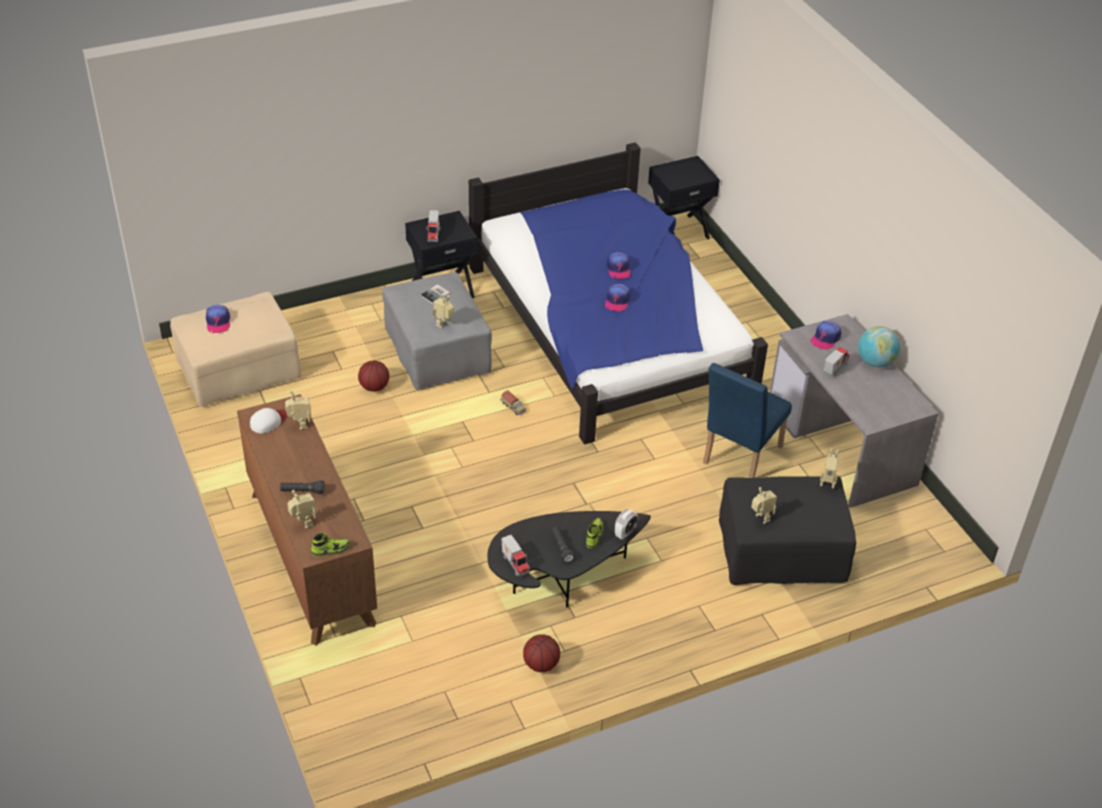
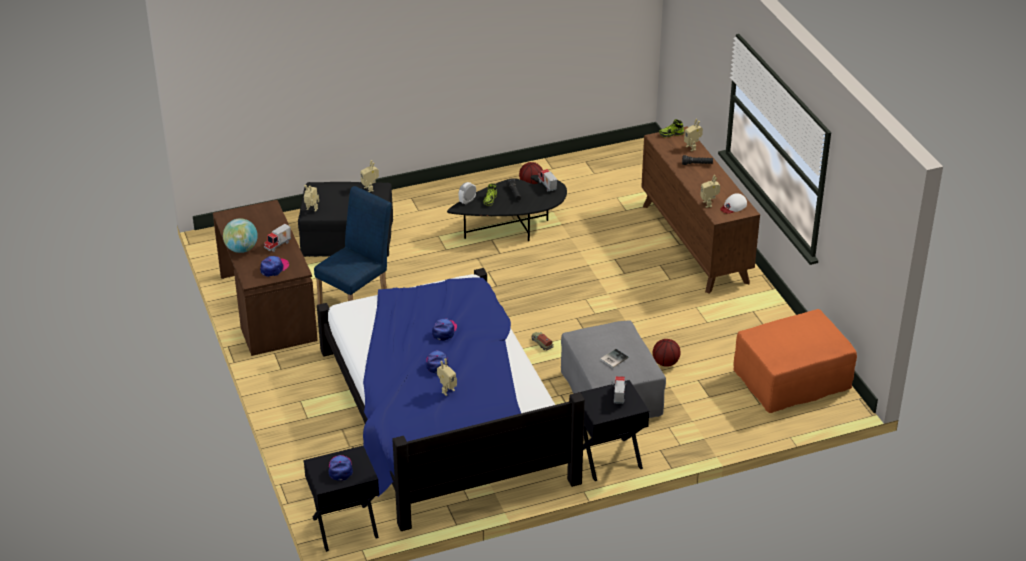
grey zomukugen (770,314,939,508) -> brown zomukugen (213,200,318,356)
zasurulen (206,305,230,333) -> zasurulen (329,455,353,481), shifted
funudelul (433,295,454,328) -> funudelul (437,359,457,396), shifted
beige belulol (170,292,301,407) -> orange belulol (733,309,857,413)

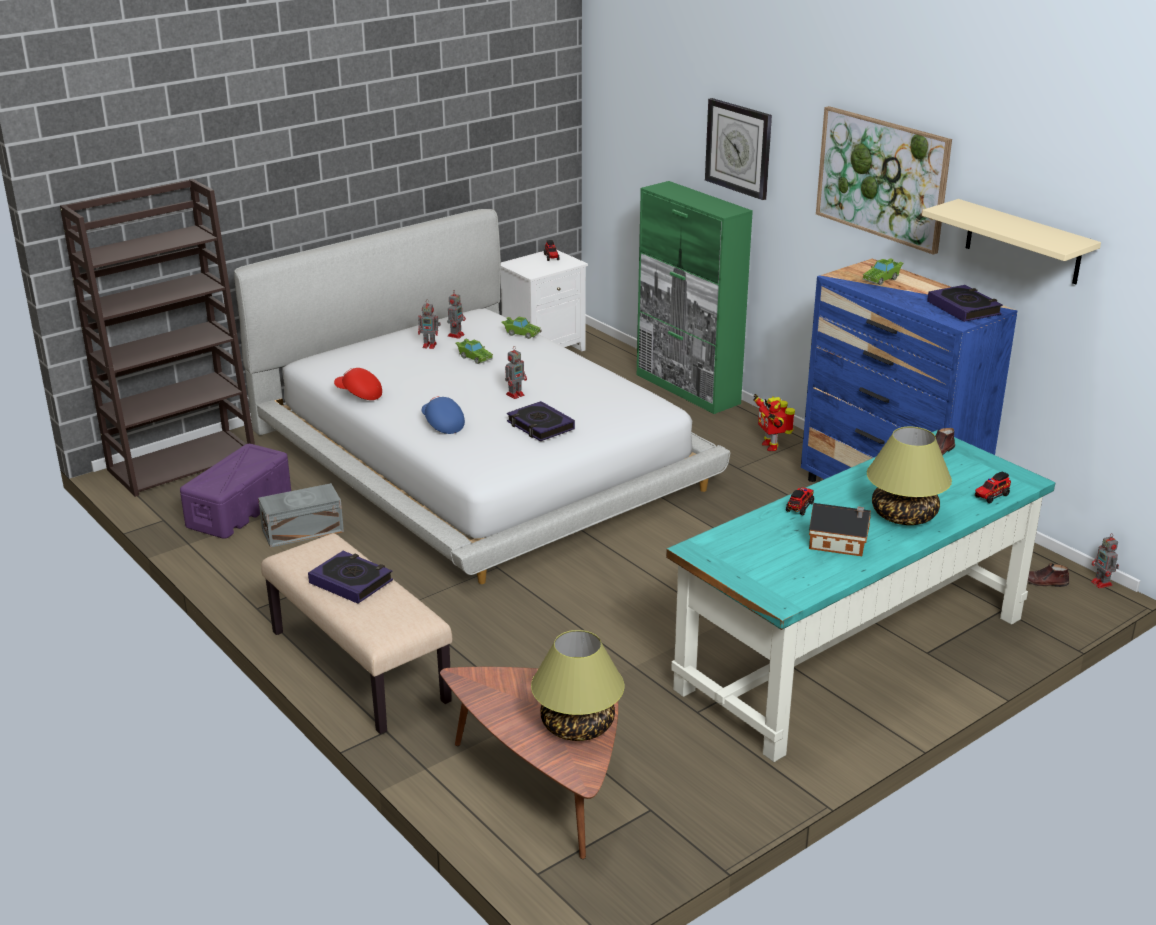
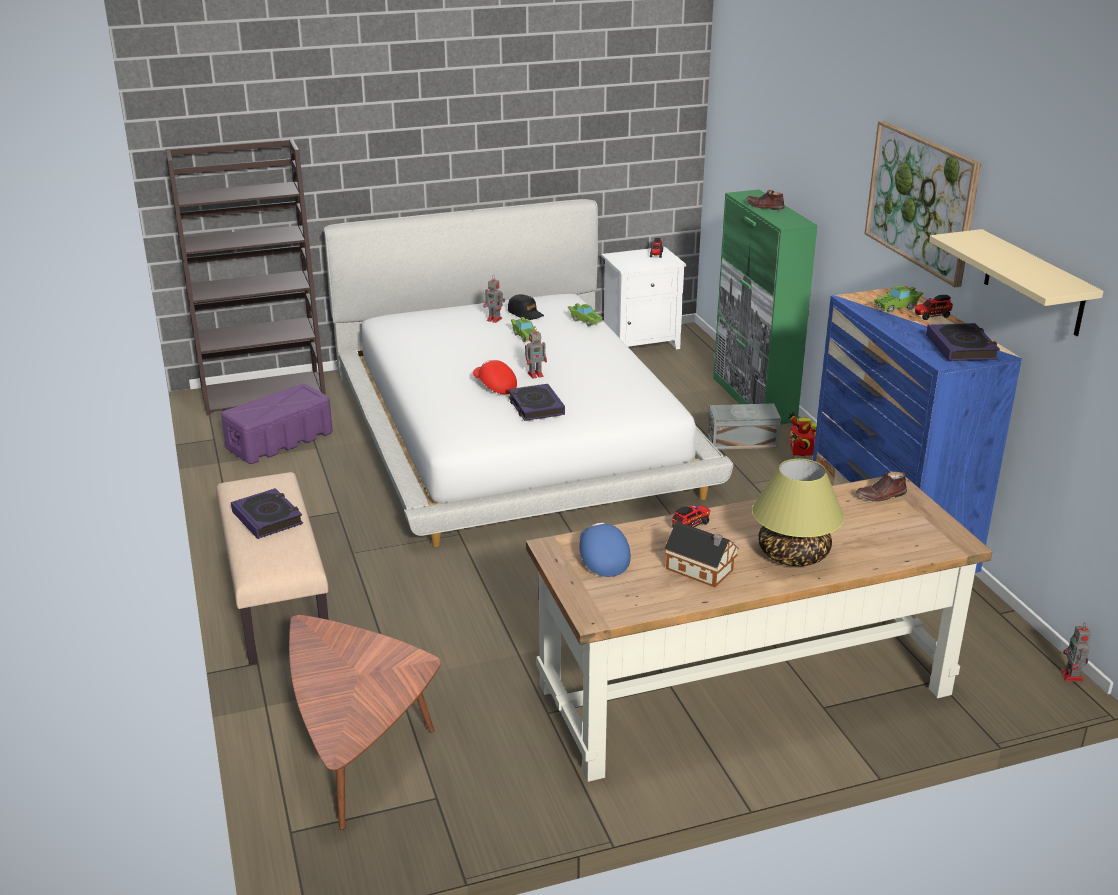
red zasurulen (334,368,382,400) -> red zasurulen (473,360,517,394), shifted
funudelul (447,291,466,339) -> black zasurulen (508,294,544,320)
turquoise zomukugen (666,430,1056,762) -> brown zomukugen (526,476,993,782)
blue zasurulen (422,396,465,434) -> blue zasurulen (579,523,631,577), shifted
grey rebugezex (258,483,344,548) -> grey rebugezex (707,403,781,450), shifted
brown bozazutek (1028,563,1069,587) -> brown bozazutek (746,190,784,210), shifted
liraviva (975,472,1011,504) -> liraviva (914,295,953,320), shifted
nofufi (531,630,624,741) -> none
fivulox (705,98,772,200) -> none

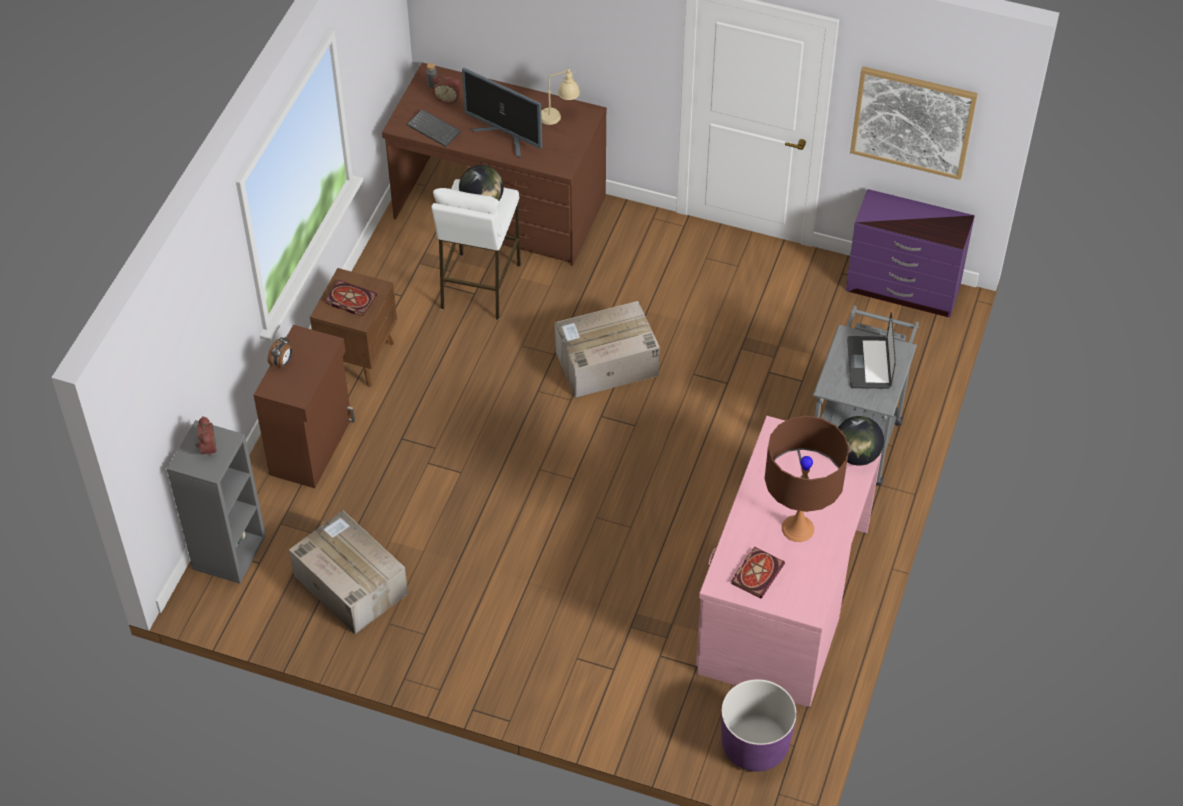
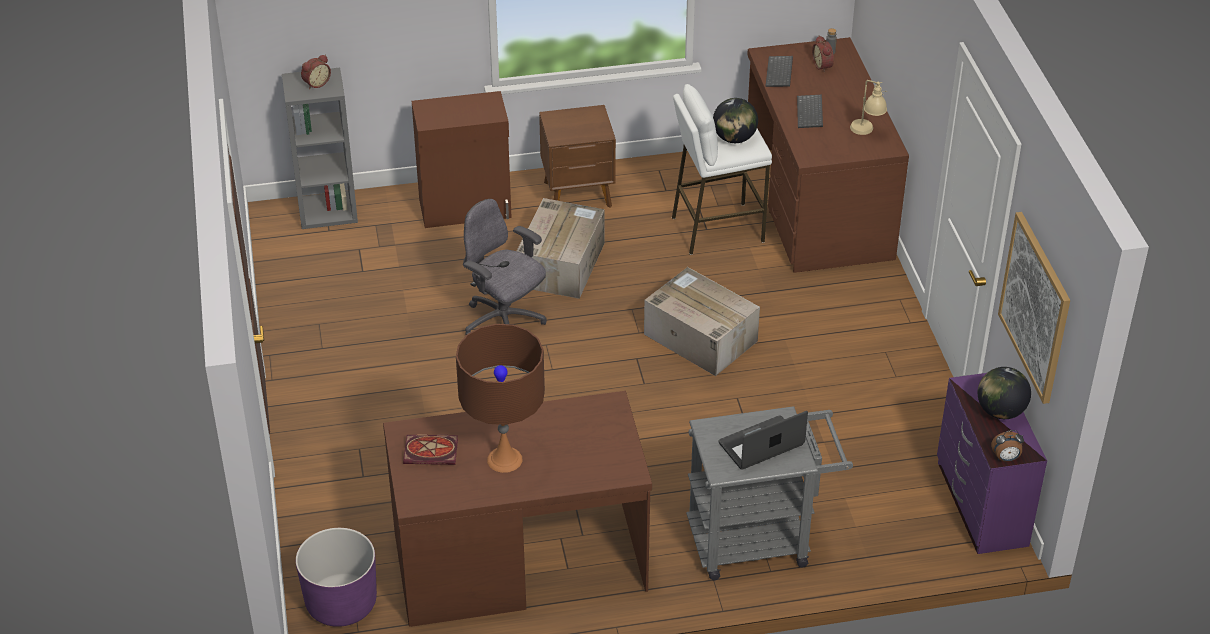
pink zomukugen (696,416,882,707) -> brown zomukugen (383,391,652,627)
none -> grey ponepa (463,199,547,335)
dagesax (289,510,408,634) -> dagesax (517,198,605,299), shifted
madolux (462,68,542,158) -> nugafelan (797,95,823,128)
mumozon (838,416,884,466) -> mumozon (978,367,1031,419), shifted
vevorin (268,337,292,368) -> vevorin (991,430,1024,462), shifted
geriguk (325,280,377,316) -> none

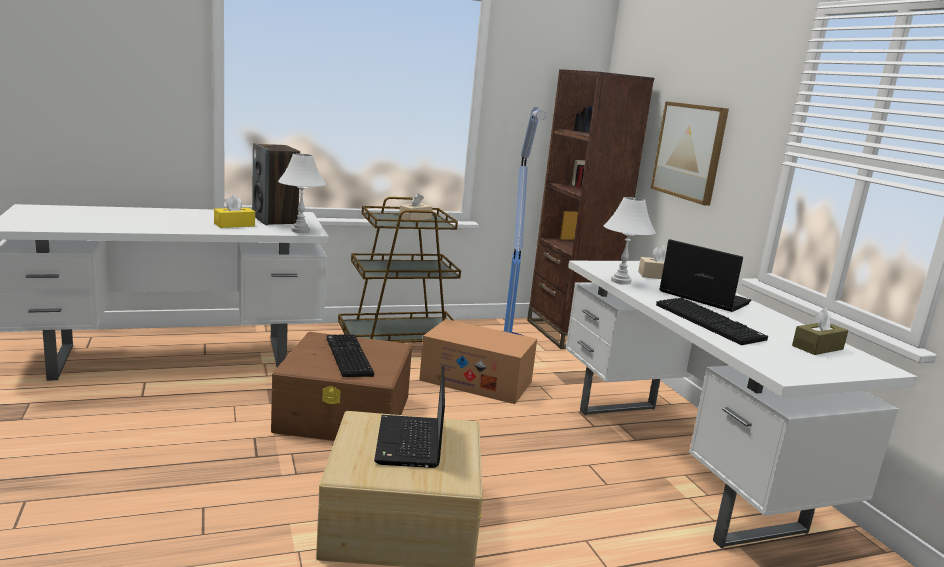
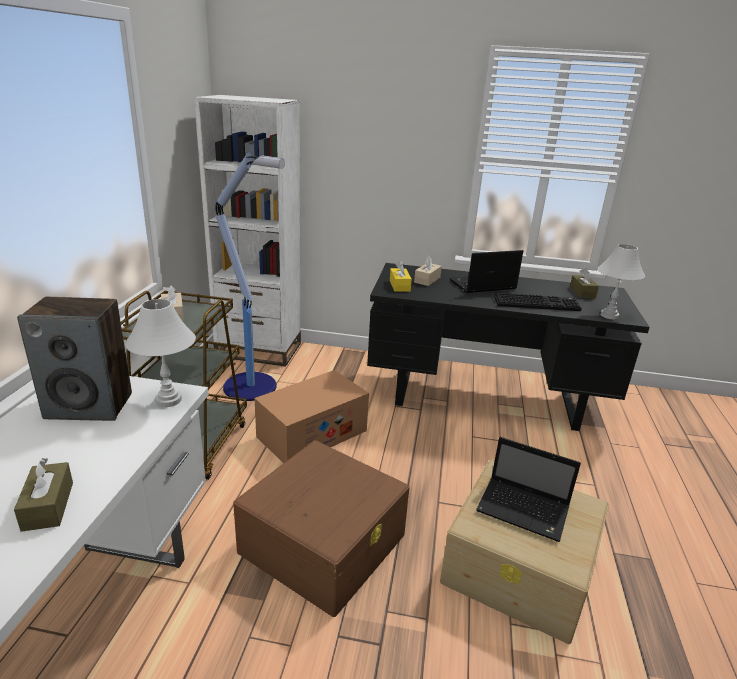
none -> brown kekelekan (14,458,73,532)
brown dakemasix (527,69,654,349) -> white dakemasix (194,95,301,366)
white zomukugen (565,261,917,548) -> black zomukugen (367,263,650,431)
yellow kekelekan (214,195,255,228) -> yellow kekelekan (390,261,412,292), shifted
white nofufi (604,197,656,285) -> white nofufi (597,244,645,319), shifted
nugafelan (327,334,374,377) -> none
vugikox (651,101,729,206) -> none

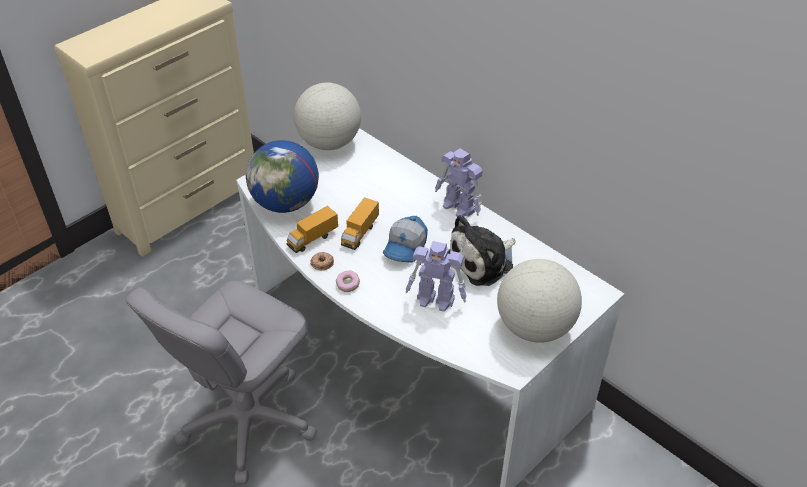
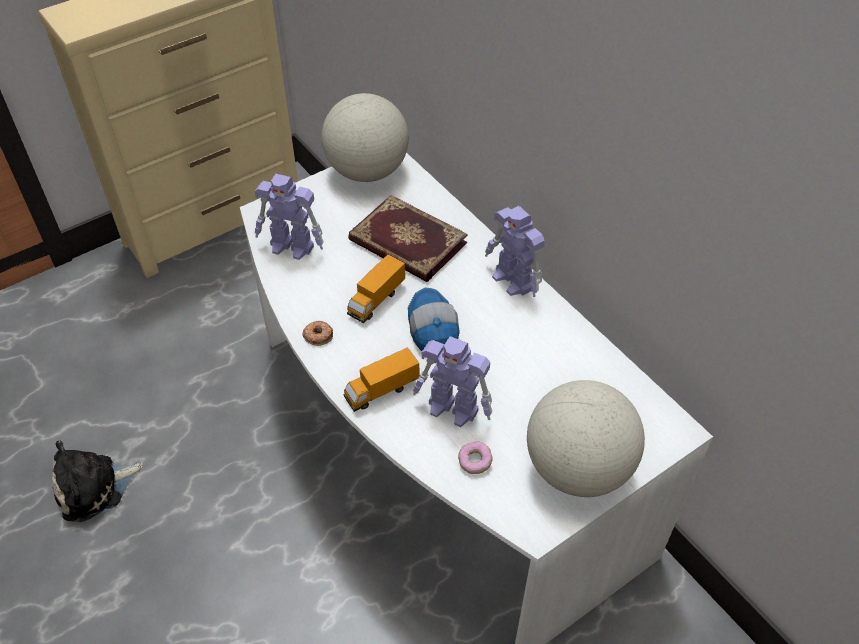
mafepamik (448,215,516,286) -> mafepamik (52,440,143,522), shifted
mumozon (246,140,319,213) -> funudelul (254,174,324,260)
liraviva (287,206,338,253) -> liraviva (343,347,419,412), shifted
none -> geriguk (348,195,468,282)
zasurulen (383,216,428,263) -> zasurulen (408,287,460,351), 135 degrees clockwise
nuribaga (336,270,360,292) -> nuribaga (458,441,493,474), shifted
grey ponepa (126,280,317,484) -> none

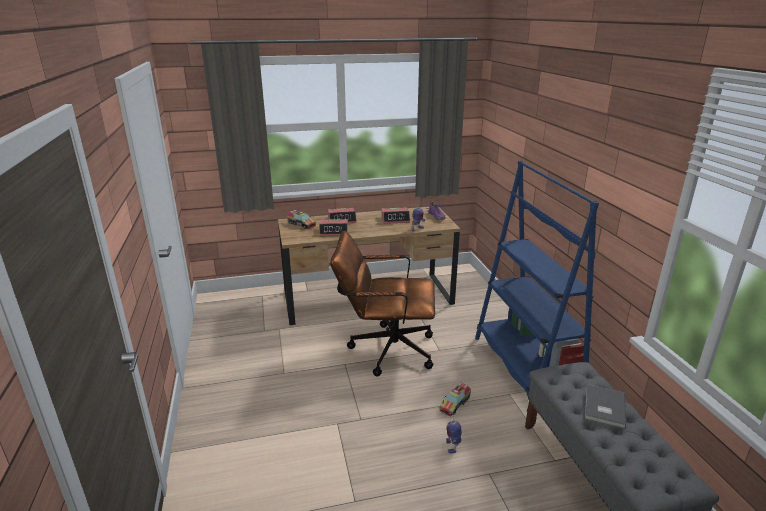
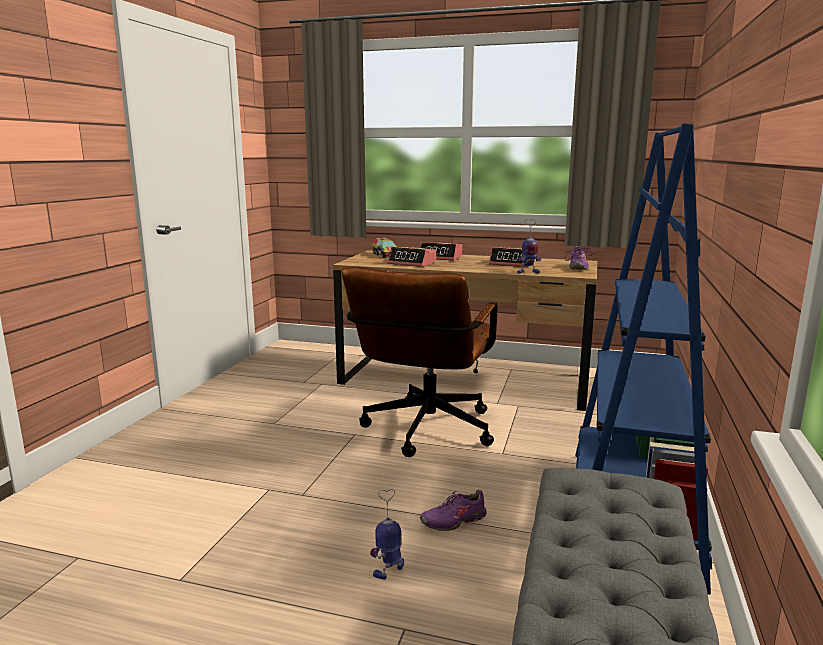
brown ponepa (330,230,435,376) -> brown ponepa (342,267,497,457), 105 degrees counterclockwise
liraviva (439,382,471,416) -> purple bozazutek (420,489,487,531)
grey geriguk (585,384,626,429) -> none

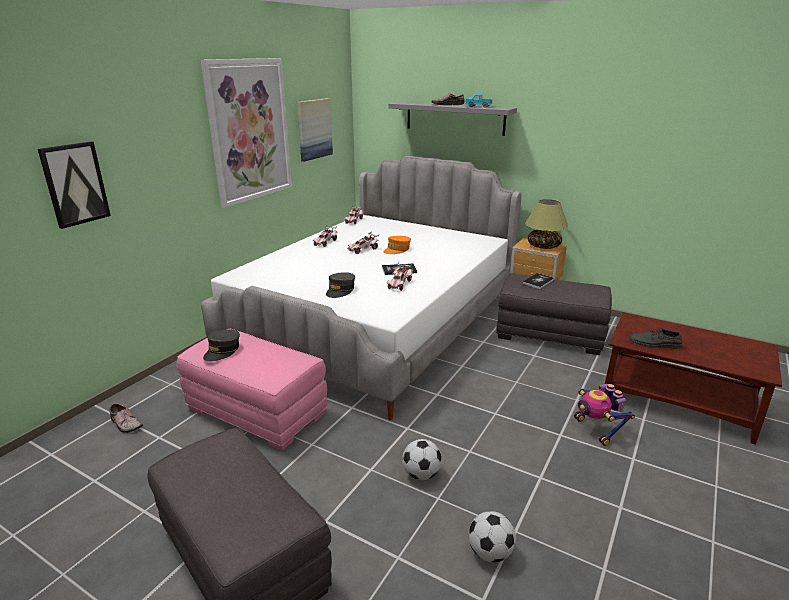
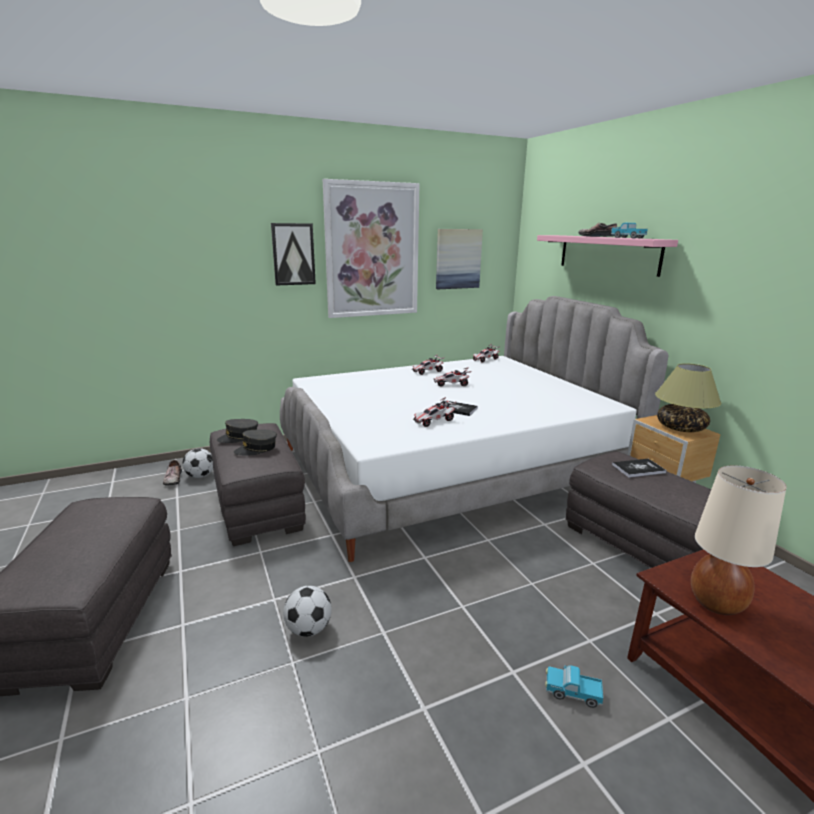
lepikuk (468,511,516,562) -> lepikuk (182,448,213,478), shifted
pink belulol (176,329,327,451) -> grey belulol (210,423,306,546)
grey zasurulen (326,272,355,298) -> grey zasurulen (234,429,277,455), shifted
vugikox (38,141,111,229) -> vugikox (271,223,316,286), shifted
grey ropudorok (388,102,517,136) -> pink ropudorok (537,235,678,277)
funudelul (574,384,635,446) -> liraviva (545,665,603,708)
grey bozazutek (629,328,683,349) -> beige nofufi (691,465,786,615)
orange zasurulen (383,236,411,254) -> none

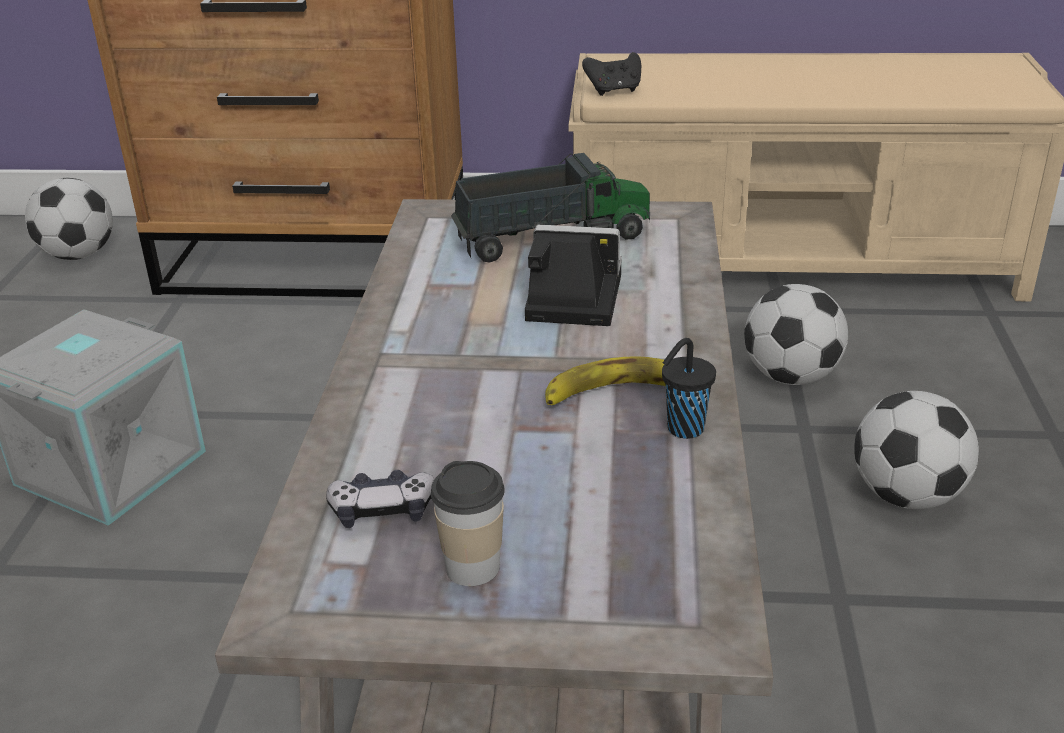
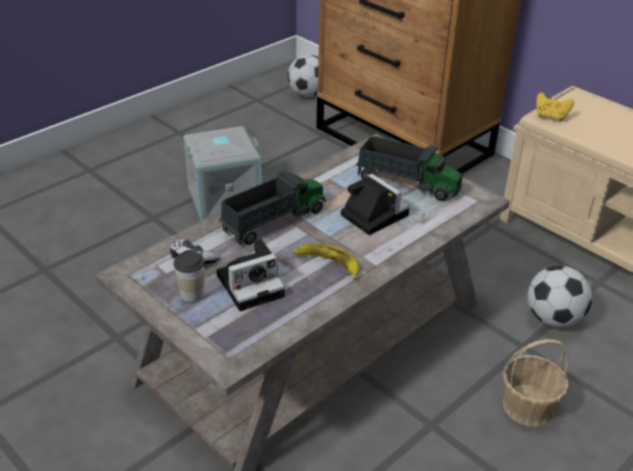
none -> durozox (217,239,285,311)
none -> liraviva (219,170,326,245)
lepikuk (854,391,979,509) -> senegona (503,339,569,427)
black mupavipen (582,52,641,96) -> yellow mupavipen (536,92,574,121)
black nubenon (662,338,716,439) -> none

